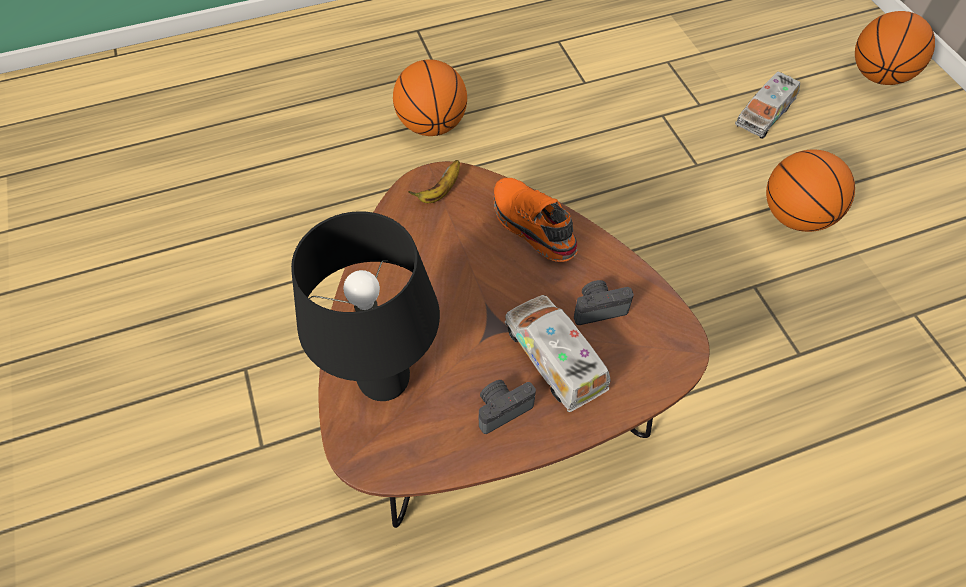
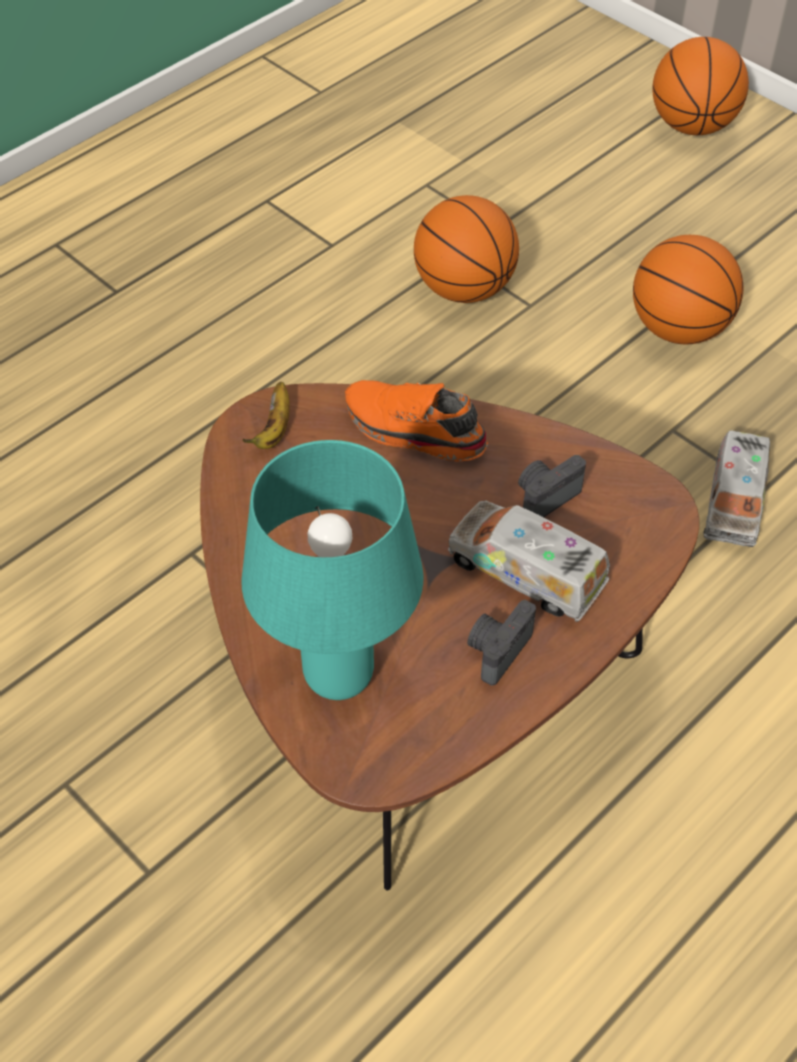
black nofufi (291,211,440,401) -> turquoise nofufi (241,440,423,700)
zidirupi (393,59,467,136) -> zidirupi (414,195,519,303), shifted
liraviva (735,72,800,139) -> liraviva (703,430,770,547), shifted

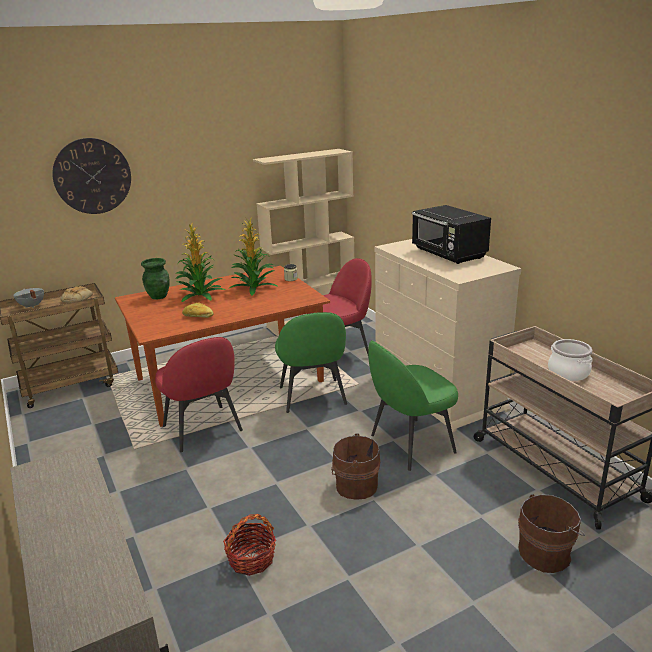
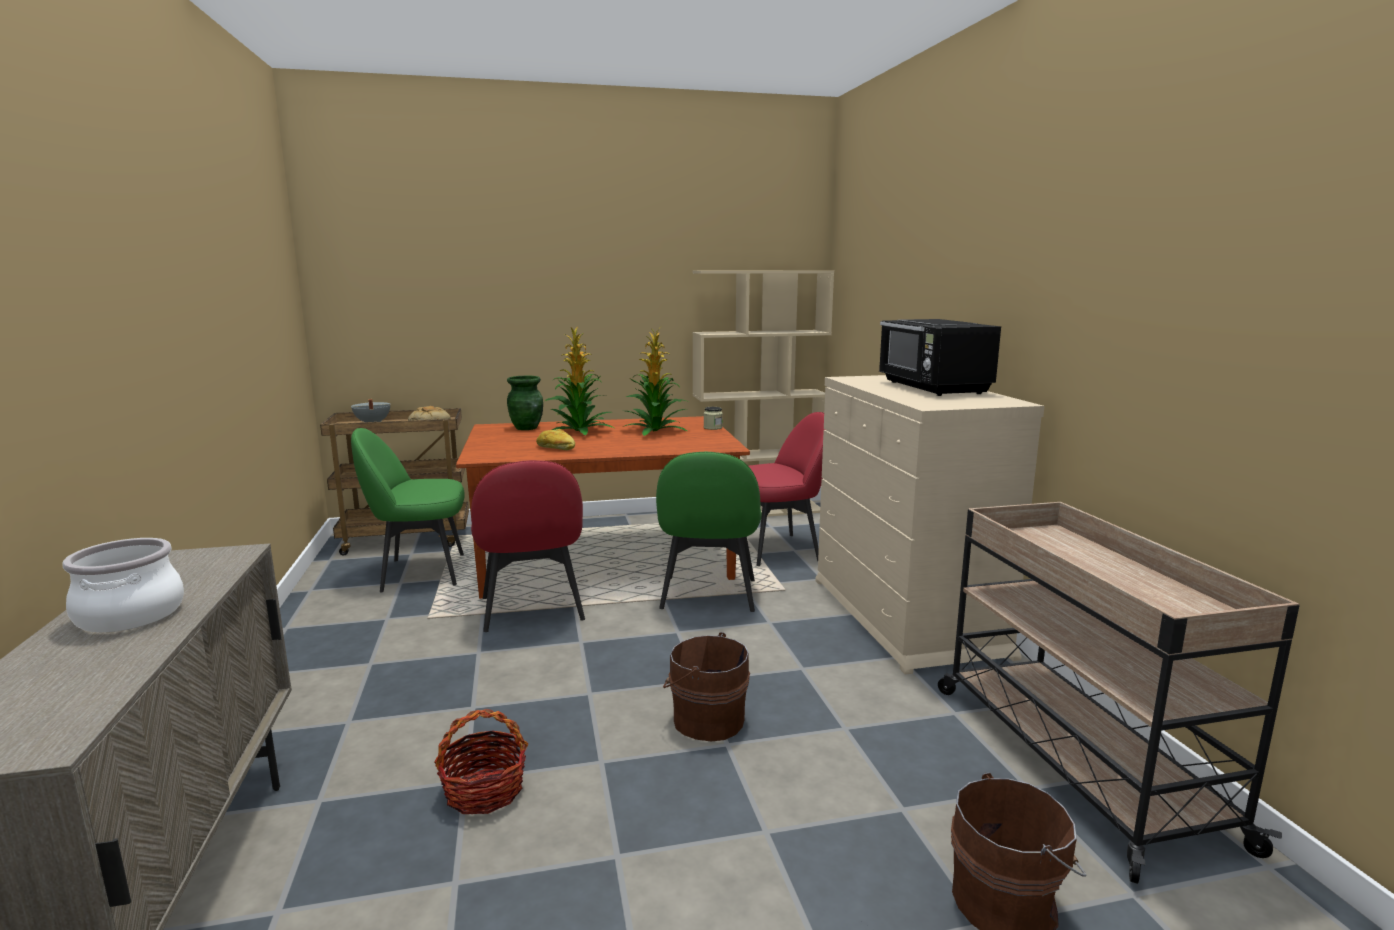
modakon (548,339,592,381) -> modakon (62,538,184,632), shifted
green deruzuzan (368,340,458,471) -> green deruzuzan (351,428,465,593), shifted
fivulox (52,138,131,214) -> none

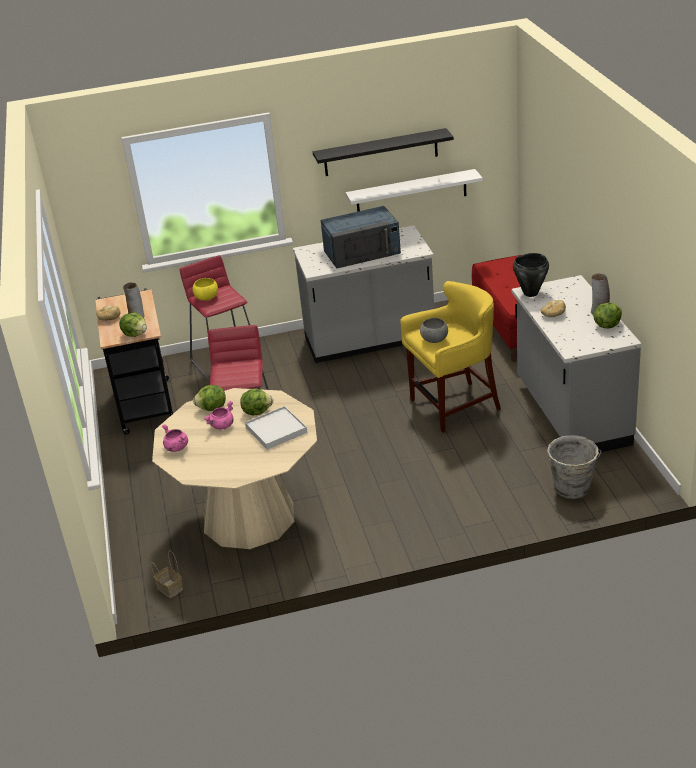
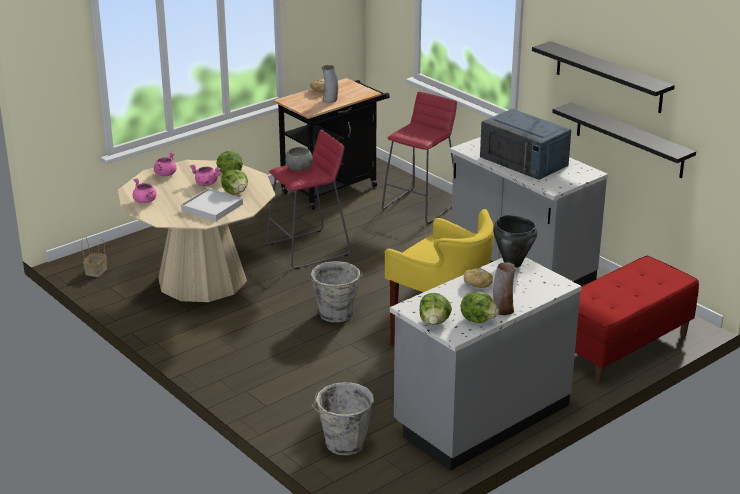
none -> pink modakon (133,178,156,203)
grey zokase (420,318,448,343) -> grey zokase (285,147,313,171), shifted
none -> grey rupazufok (311,261,363,323)
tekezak (119,313,147,337) -> tekezak (420,293,452,325), shifted
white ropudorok (345,169,483,212) -> black ropudorok (552,103,696,178)
yellow zokase (192,278,218,301) -> none

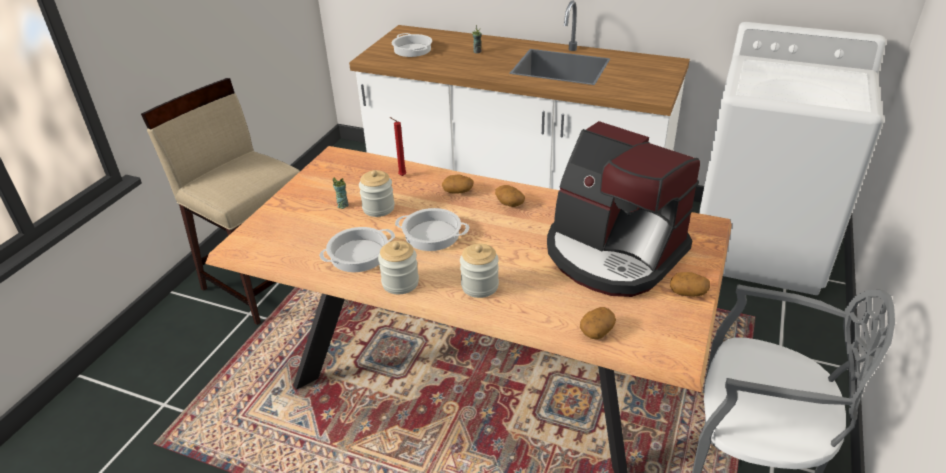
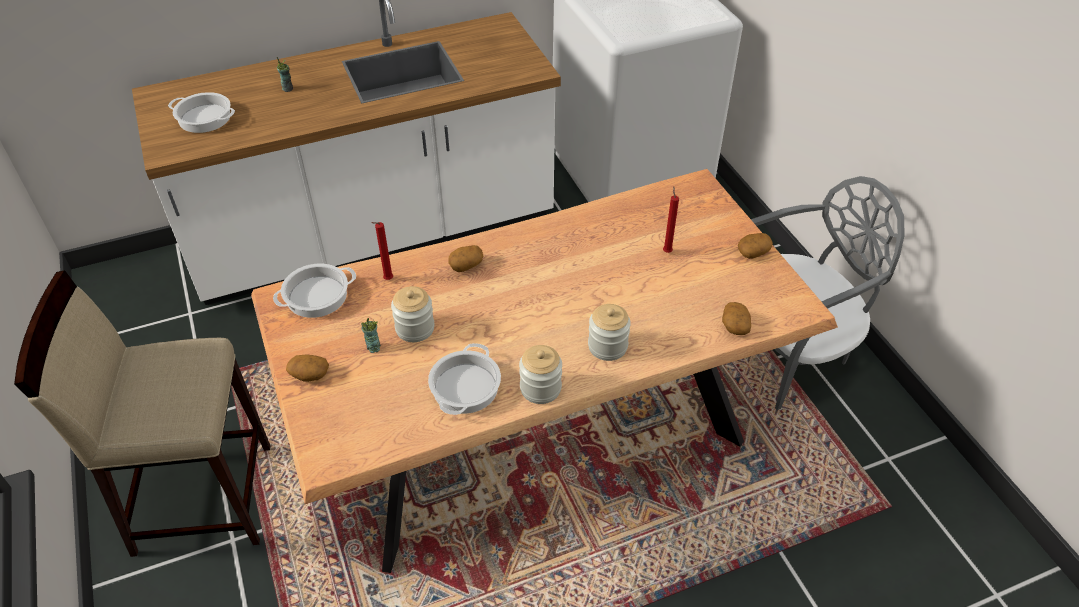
modakon (395,208,469,251) -> modakon (273,264,356,318), shifted
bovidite (495,185,525,207) -> bovidite (286,354,329,382), shifted
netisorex (547,121,700,297) -> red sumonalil (663,186,679,253)

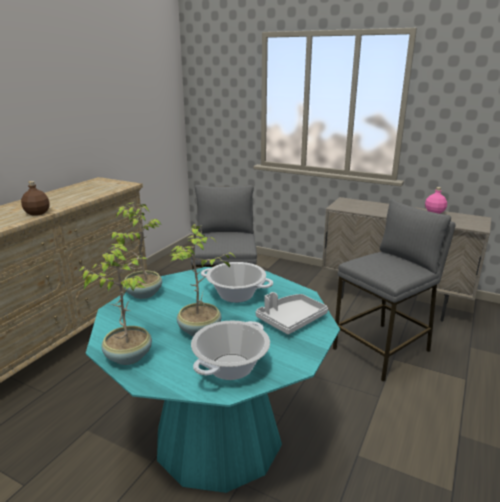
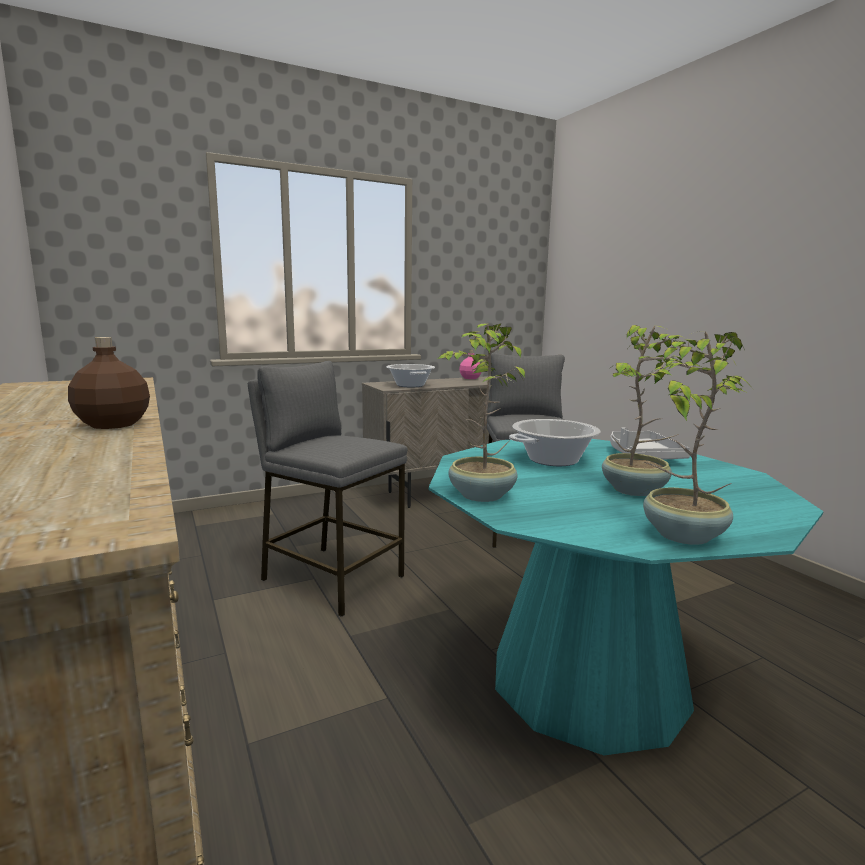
modakon (191,321,270,380) -> modakon (386,364,435,388), shifted

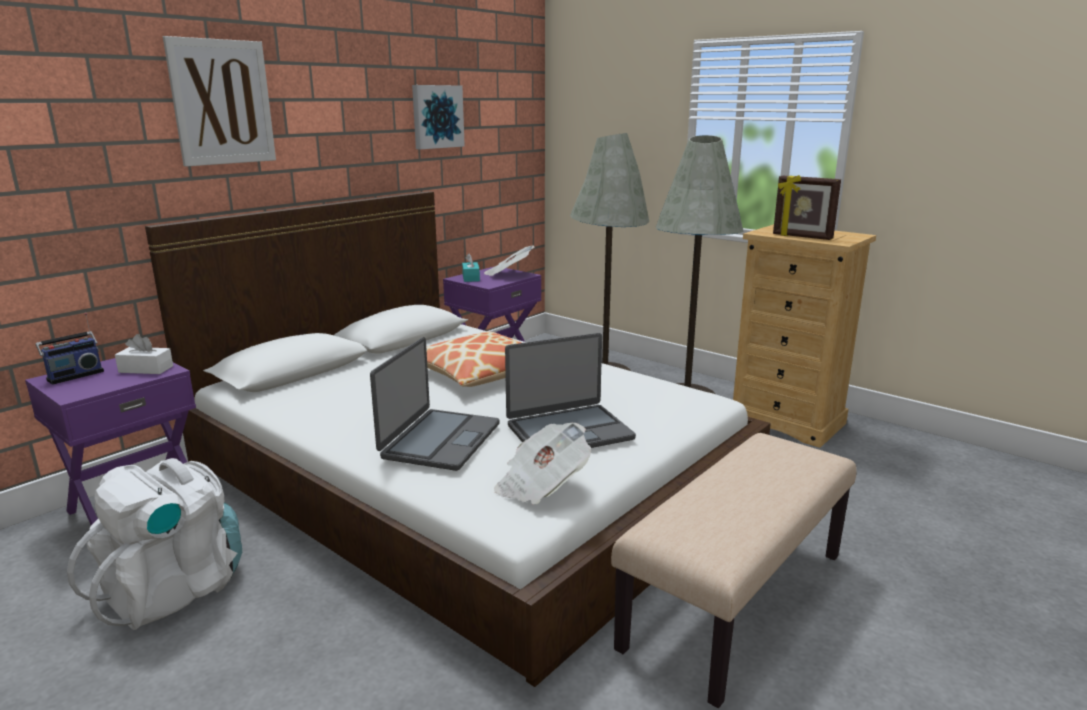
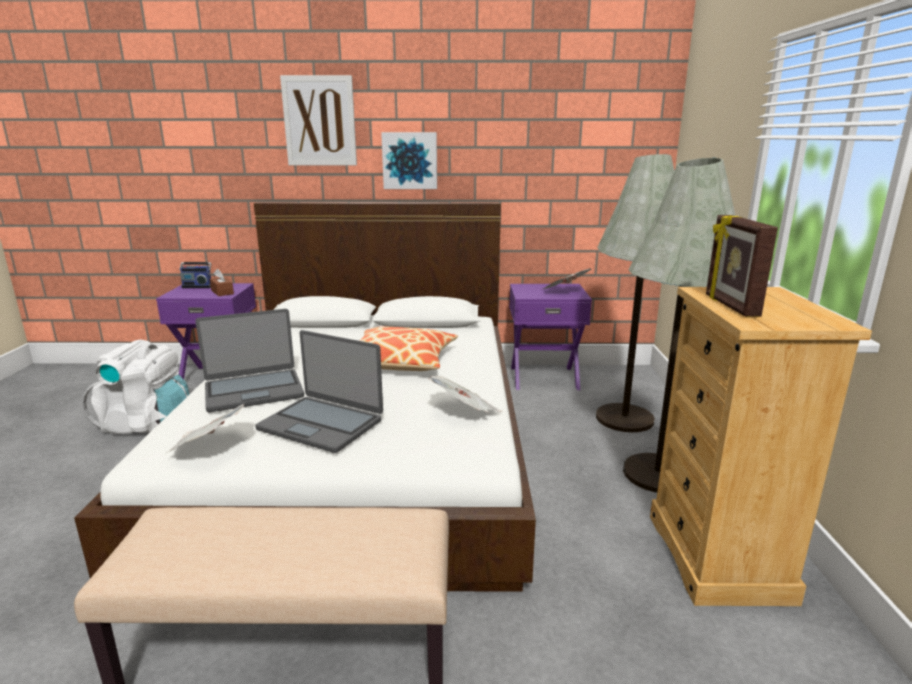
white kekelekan (115,334,173,374) -> brown kekelekan (210,269,234,296)
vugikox (412,85,465,149) -> vugikox (381,132,437,189), shifted
none -> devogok (427,376,503,412)
turquoise kekelekan (462,253,480,282) -> none

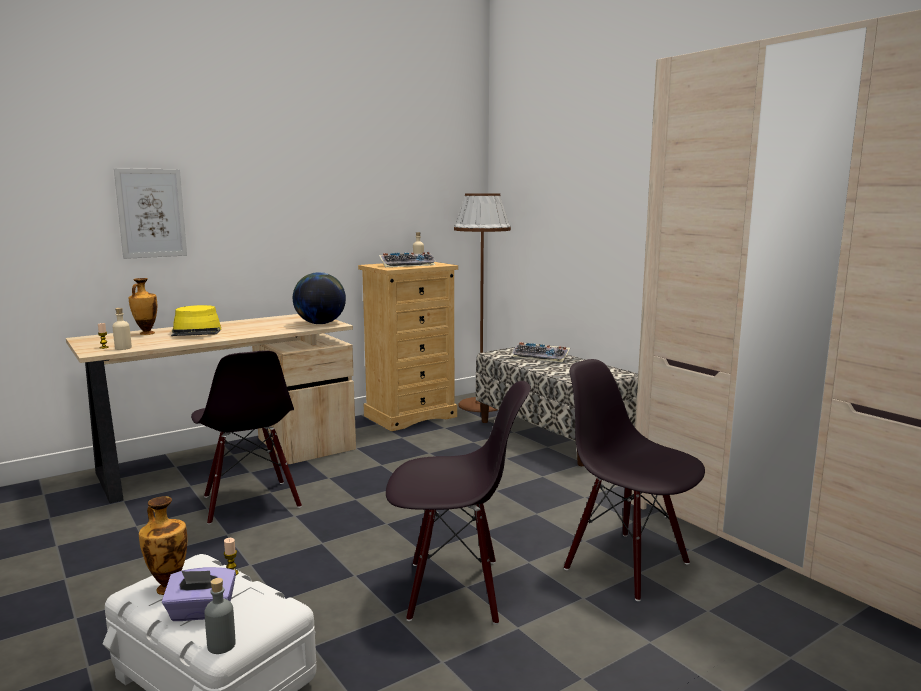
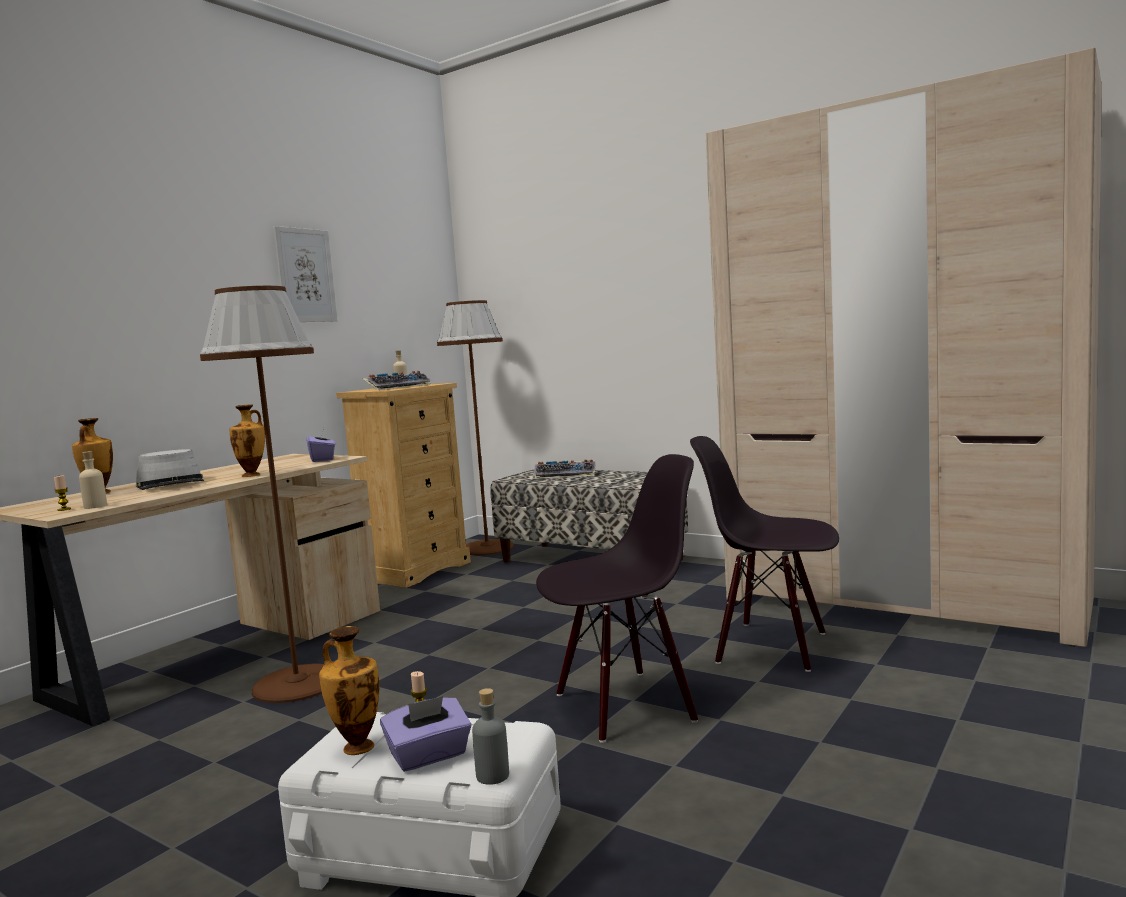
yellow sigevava (171,305,221,336) -> grey sigevava (136,449,204,490)
black deruzuzan (191,350,302,525) -> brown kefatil (200,286,324,703)
none -> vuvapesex (230,404,265,477)
vugikox (114,168,187,259) -> vugikox (273,226,337,322), shifted
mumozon (293,272,346,324) -> purple kekelekan (306,428,335,462)

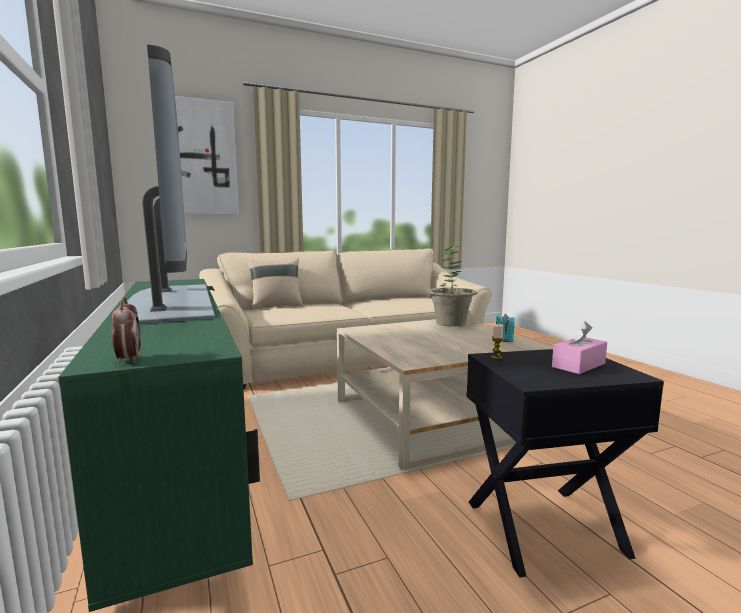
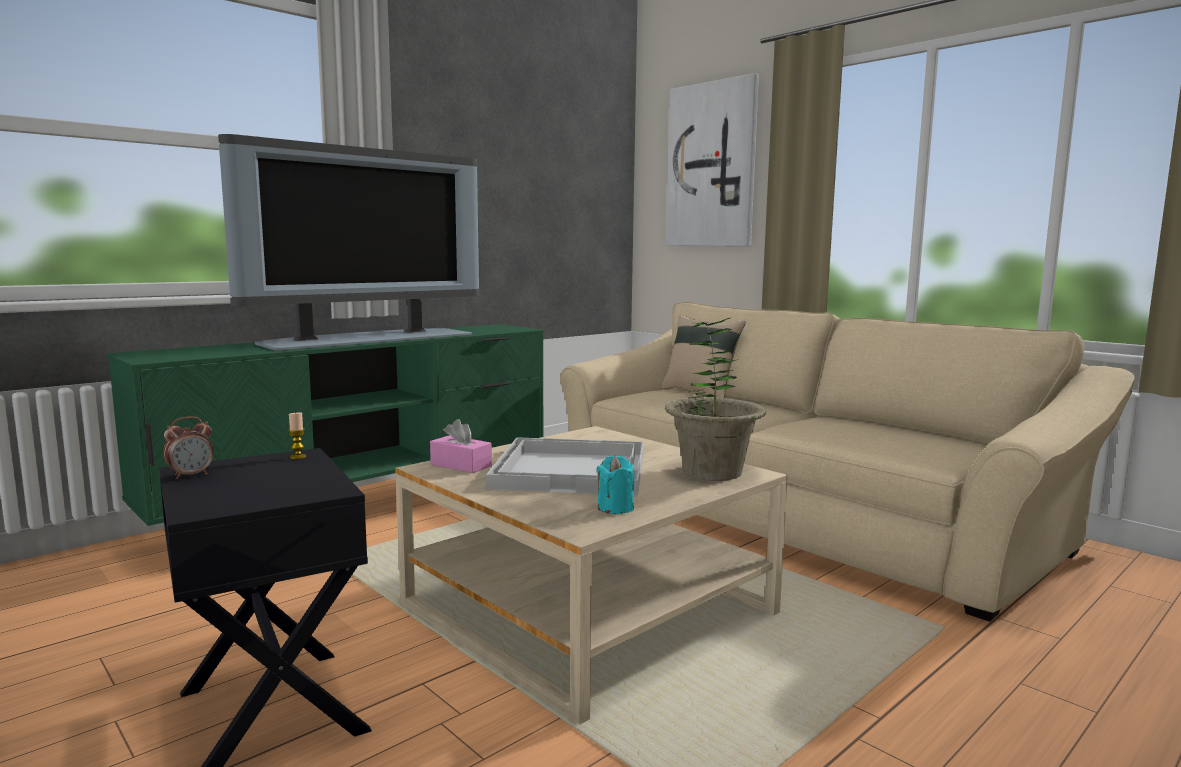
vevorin (112,297,141,363) -> vevorin (163,416,214,479), shifted
pink kekelekan (552,321,607,374) -> pink kekelekan (430,419,492,473), shifted
none -> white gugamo (486,437,644,495)

